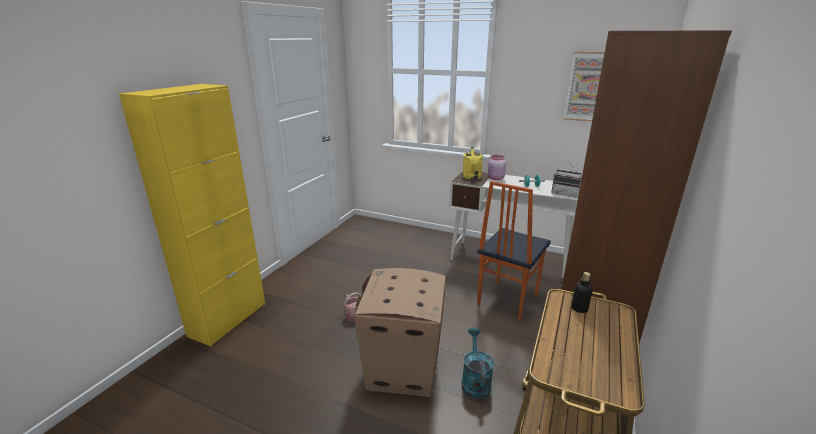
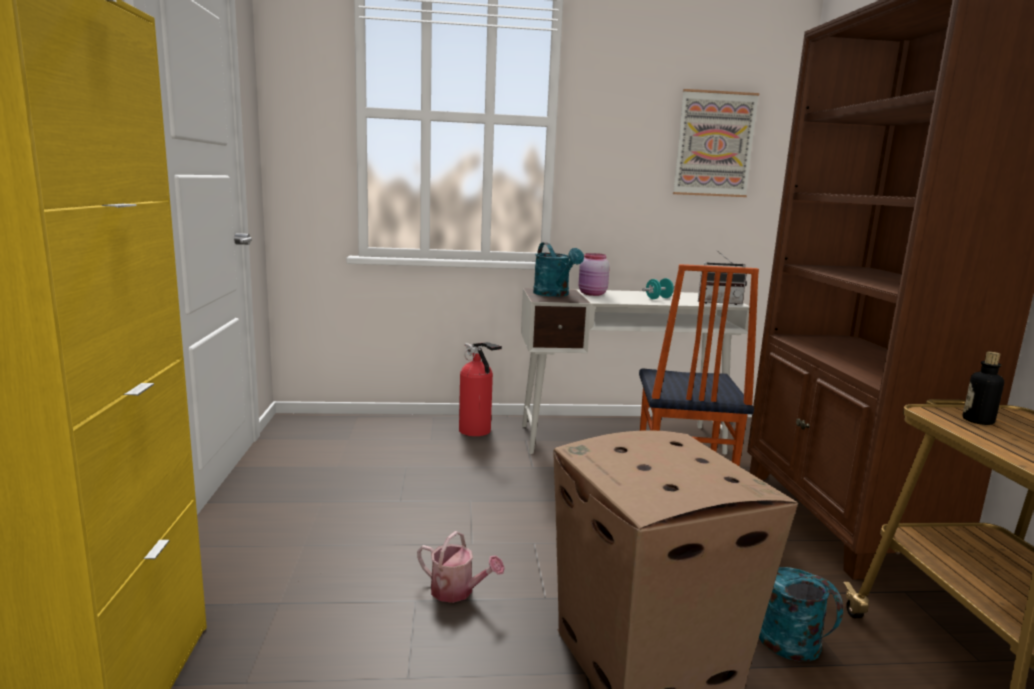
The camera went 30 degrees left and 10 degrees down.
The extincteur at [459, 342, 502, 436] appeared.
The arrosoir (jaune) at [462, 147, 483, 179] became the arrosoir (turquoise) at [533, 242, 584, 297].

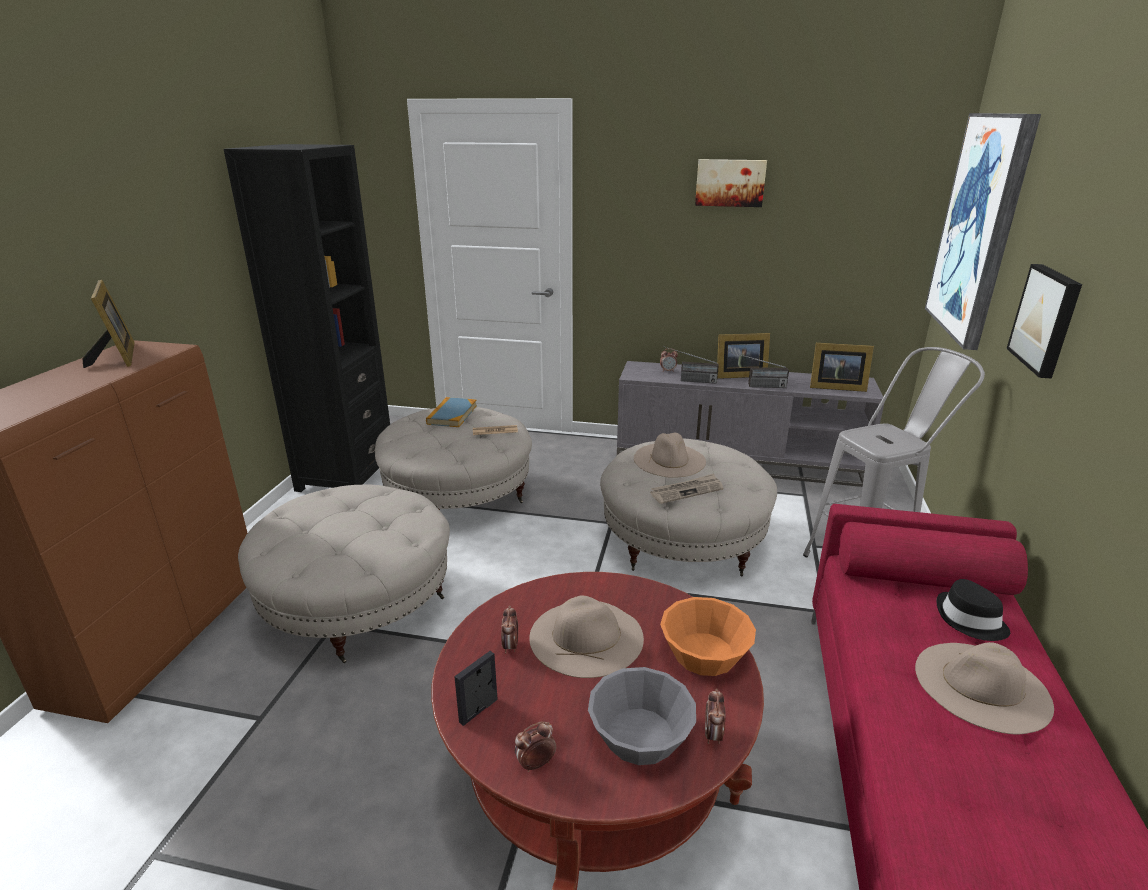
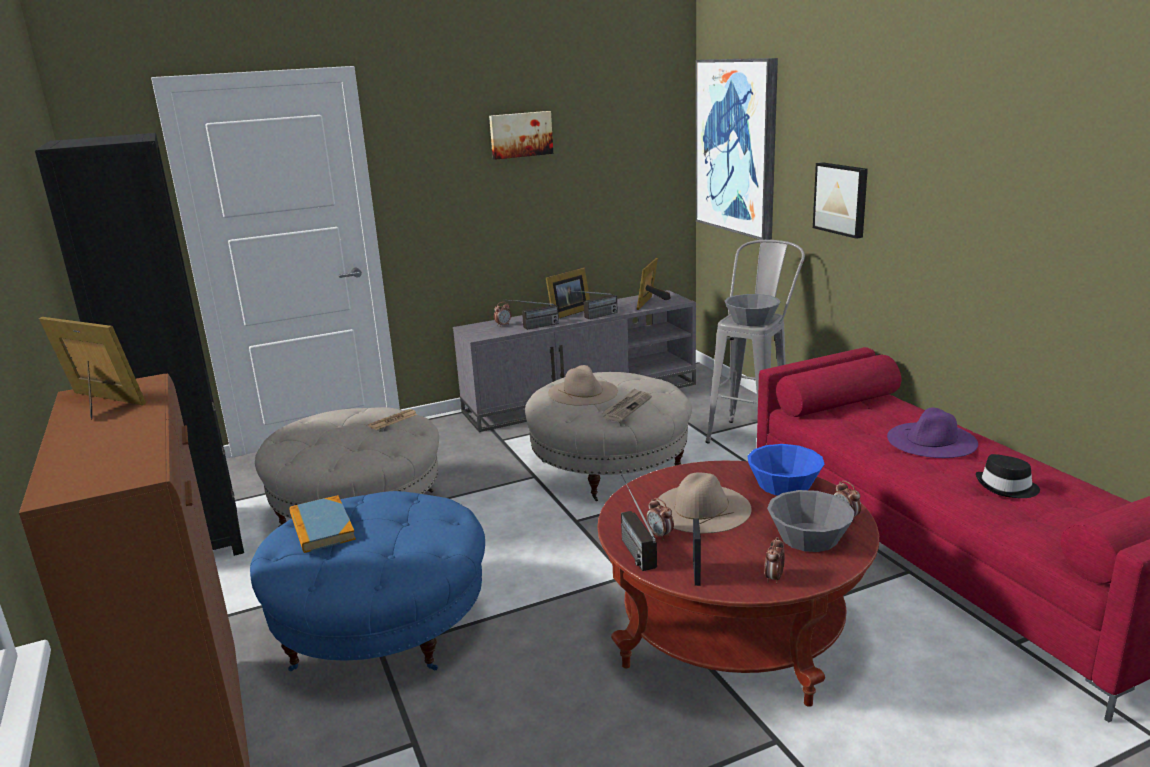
The camera went 35 degrees left and 5 degrees down.
The radio at [621, 475, 657, 571] appeared.
The bol (gris) at [725, 294, 781, 326] appeared.
The livre moved from [426, 397, 477, 427] to [290, 495, 356, 553].
The chapeau (noir) moved from [936, 579, 1010, 641] to [976, 454, 1040, 498].
The pouf (beige) at [238, 484, 450, 663] became the pouf (bleu) at [250, 491, 485, 671].
The bol (orange) at [660, 597, 756, 676] became the bol (bleu) at [748, 444, 824, 496].
The chapeau (beige) at [915, 642, 1054, 734] became the chapeau (violet) at [887, 408, 978, 458].
The cadre photo at [810, 343, 874, 392] turned 135 degrees clockwise.

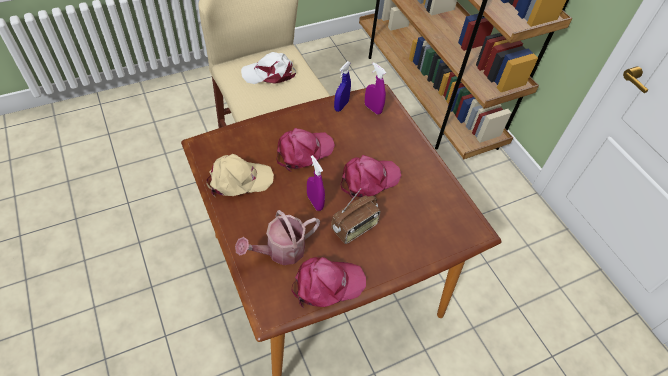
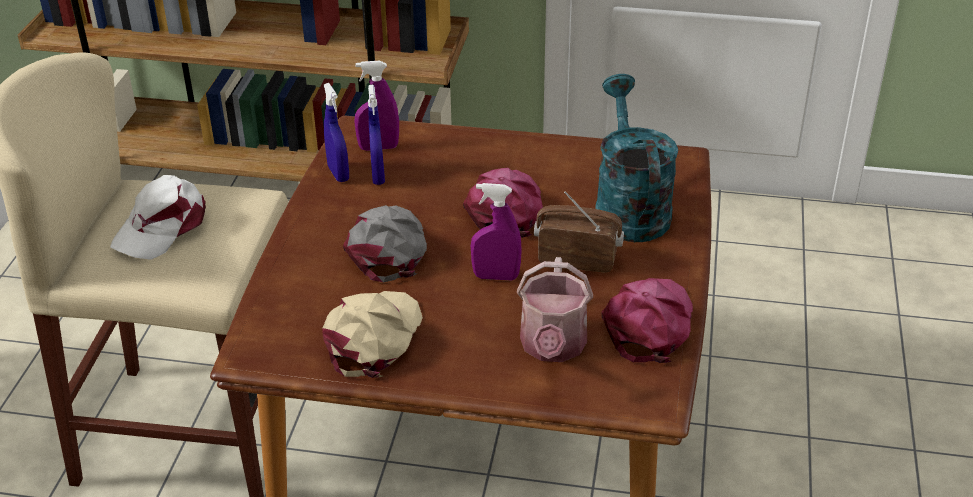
The camera went 50 degrees left and 15 degrees down.
The vaporisateur (bleu) at [368, 84, 385, 185] appeared.
The arrosoir (turquoise) at [595, 74, 678, 242] appeared.
The casquette (rose) at [276, 128, 335, 172] became the casquette (gris) at [343, 205, 427, 282].
The radio at [331, 188, 381, 244] turned 75 degrees counterclockwise.

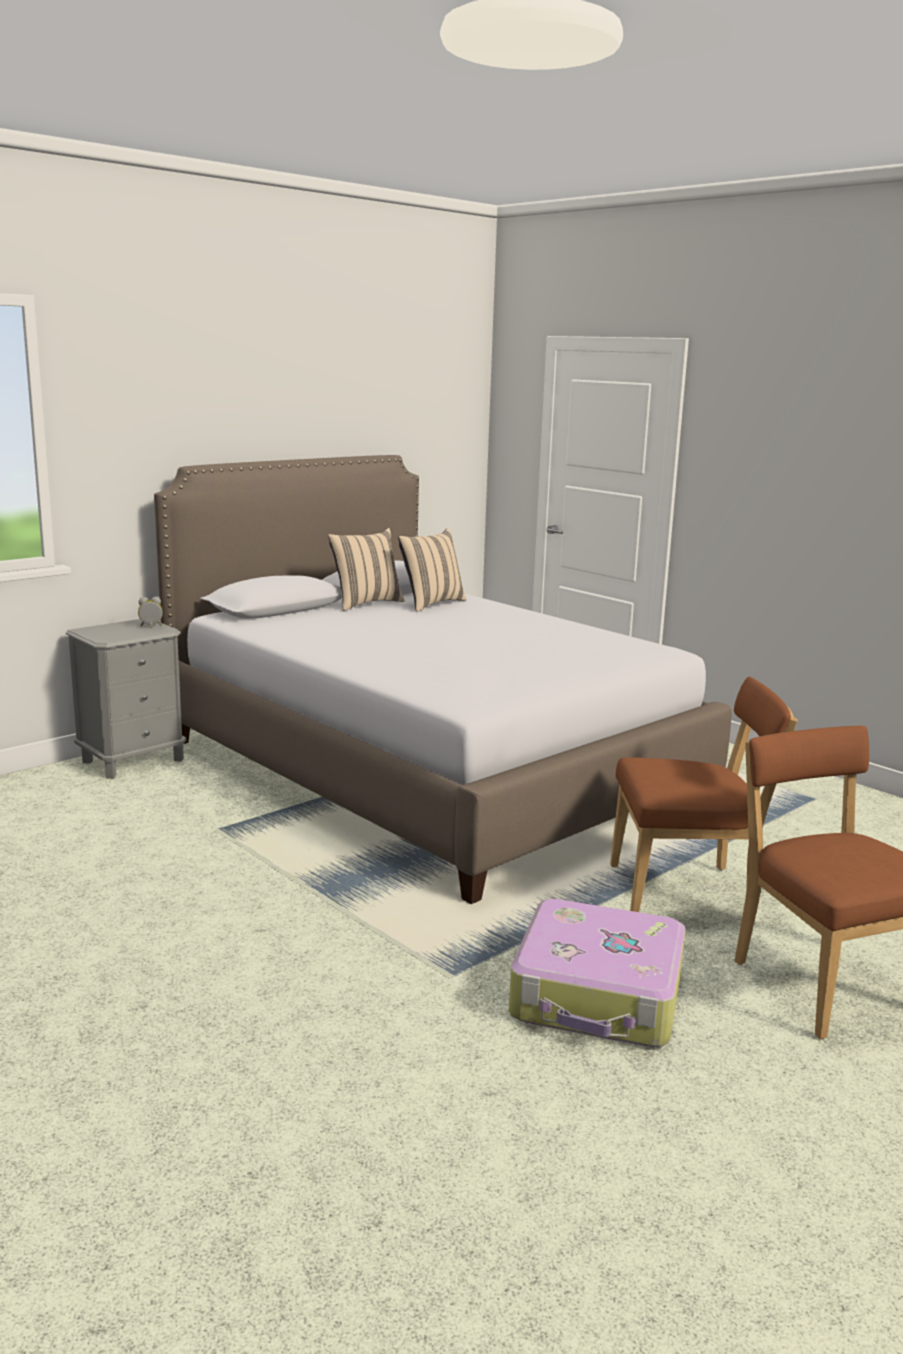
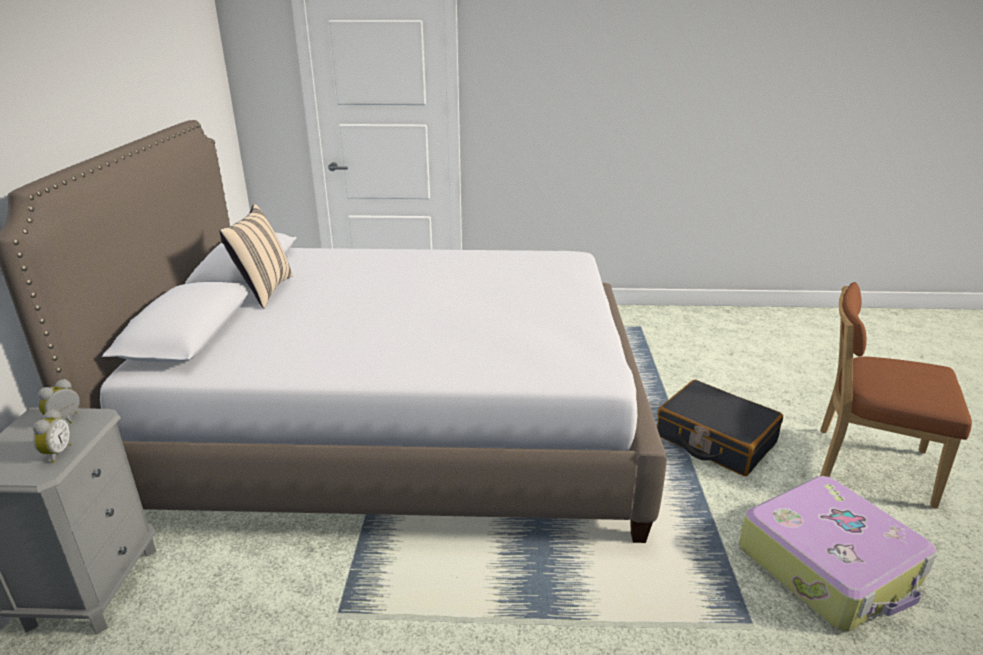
The camera went 45 degrees left and 10 degrees up.
The coussin (beige) at [398, 528, 466, 612] disappeared.
The réveil at [33, 409, 71, 463] appeared.
The chaise (marron) at [610, 677, 798, 912] was replaced by the valise (noir) at [657, 380, 783, 476].

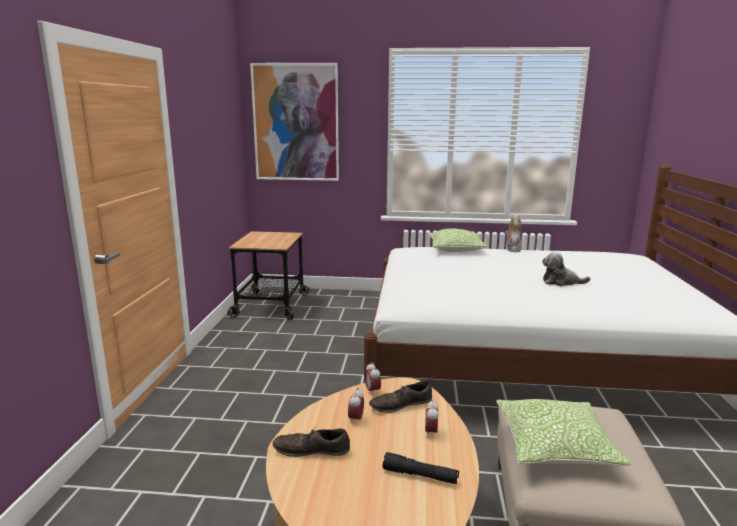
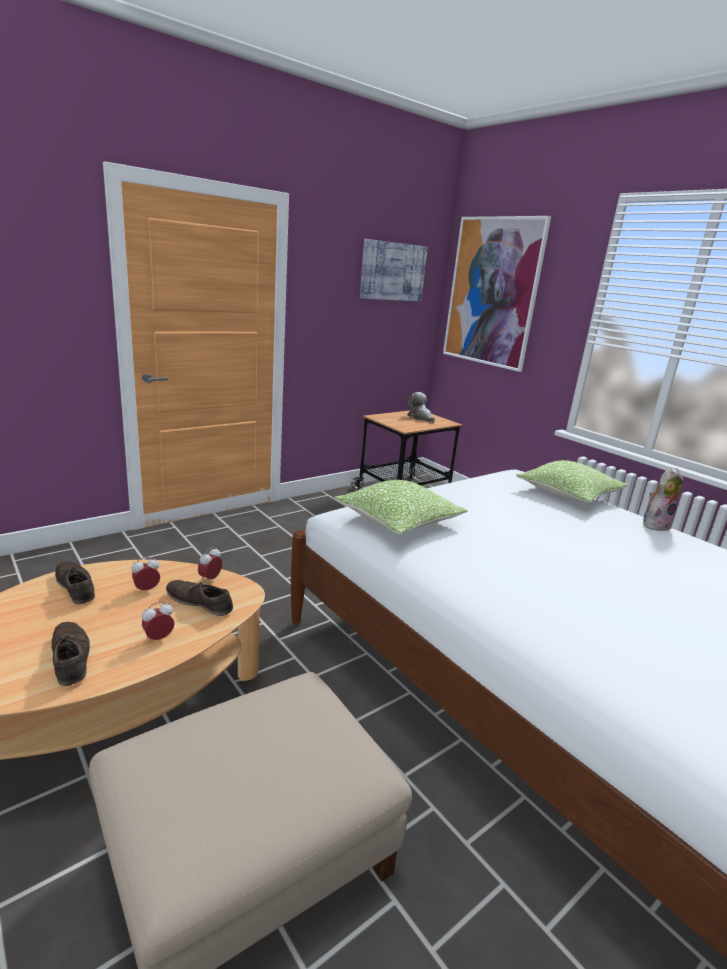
The camera went 45 degrees right and 5 degrees up.
The tableau at [360, 239, 428, 301] appeared.
The coussin moved from [496, 399, 631, 466] to [334, 480, 468, 534].
The peluche moved from [542, 252, 591, 286] to [407, 392, 435, 422].
The lampe de poche (noir) at [383, 452, 459, 484] was replaced by the chaussure (marron) at [52, 622, 90, 686].

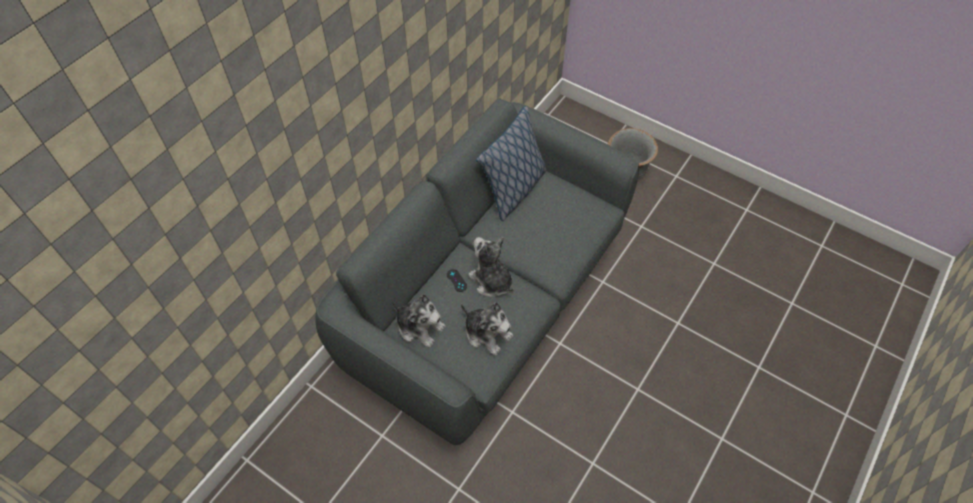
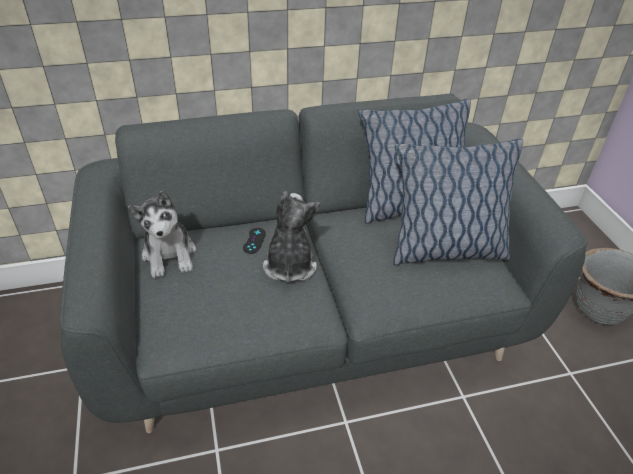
The camera went 40 degrees right and 15 degrees down.
The peluche at [461, 302, 513, 356] disappeared.
The coussin at [393, 139, 523, 265] appeared.

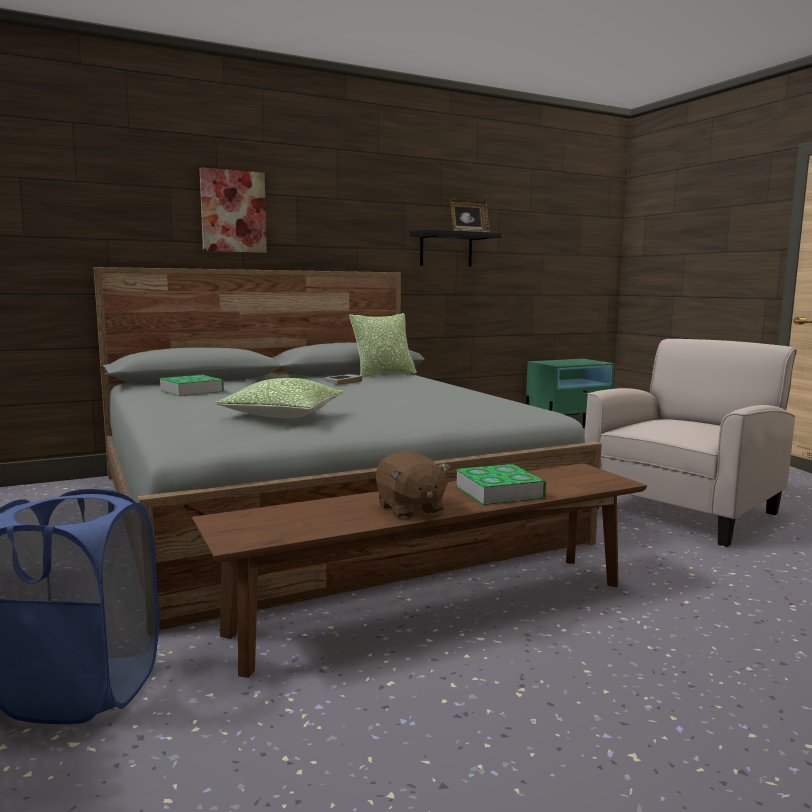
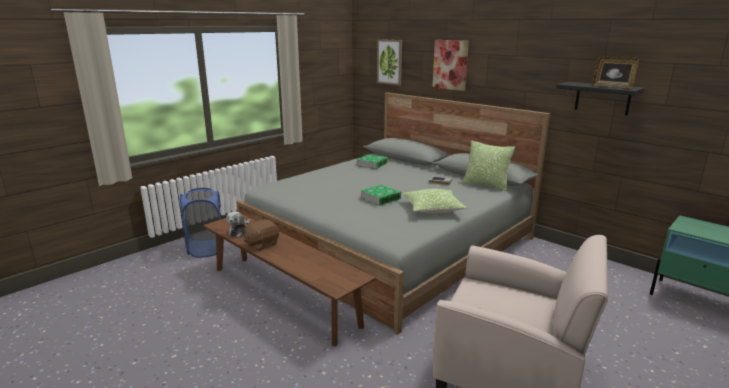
The camera went 70 degrees right and 10 degrees up.
The peluche at [226, 211, 251, 237] appeared.
The tableau at [377, 39, 402, 85] appeared.
The coussin moved from [215, 378, 344, 418] to [403, 189, 467, 213].
The livre moved from [455, 464, 546, 505] to [361, 185, 401, 206].

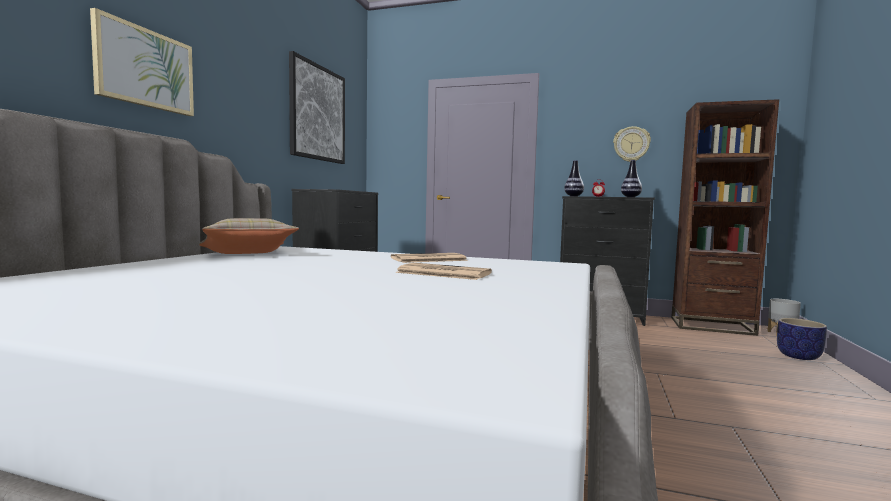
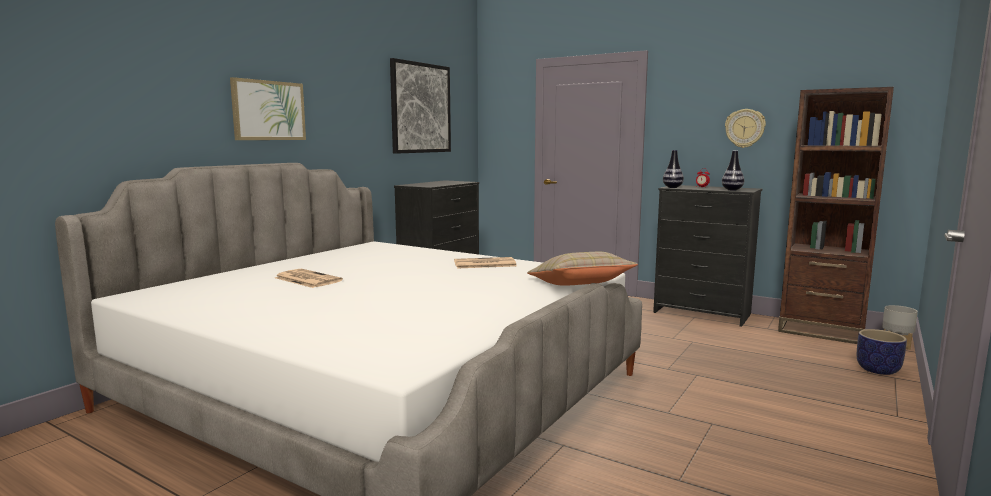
The camera went 15 degrees right and 5 degrees up.
The coussin (beige) moved from [199, 218, 299, 254] to [527, 252, 638, 286].
The journal moved from [395, 263, 492, 280] to [275, 269, 343, 288].

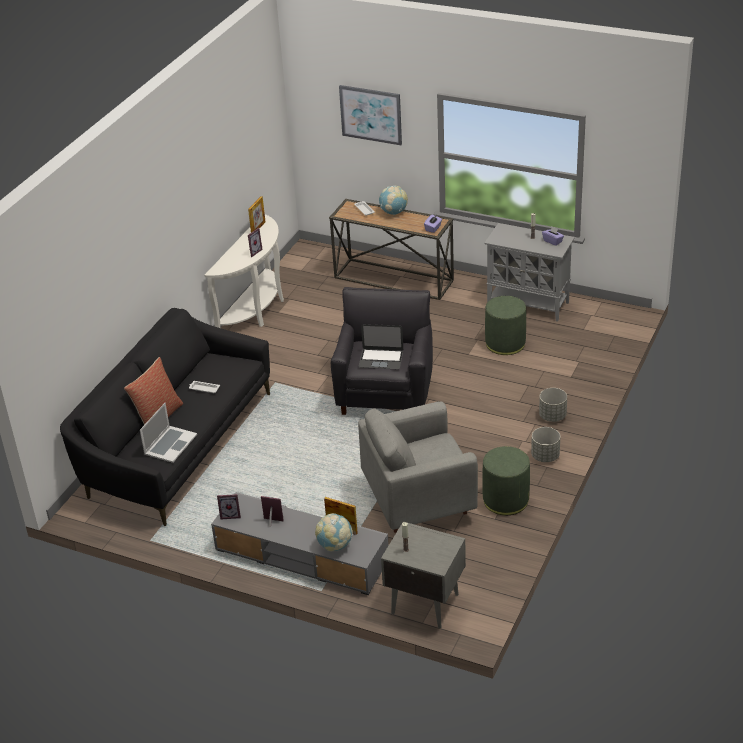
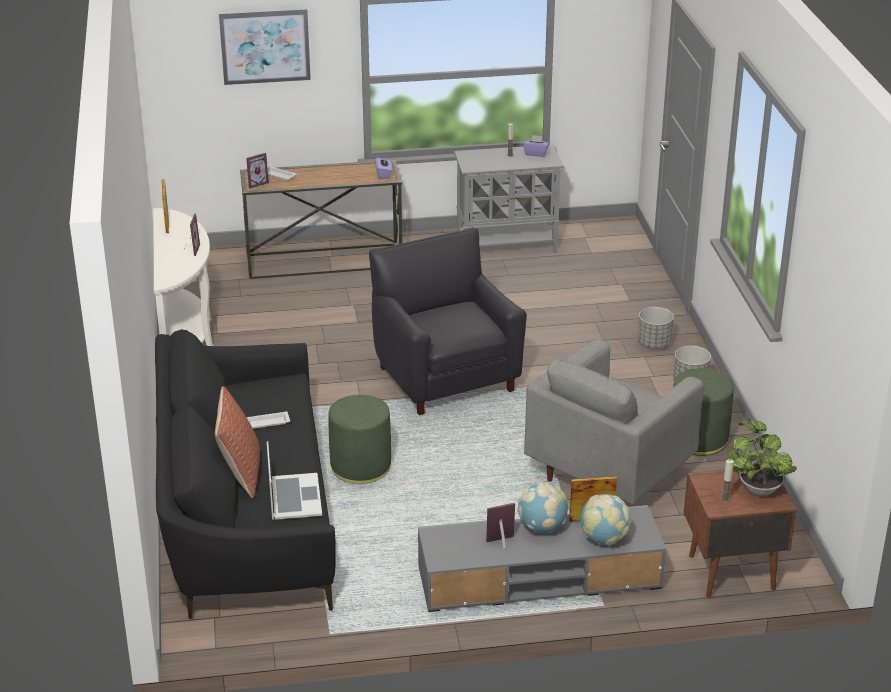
The camera went 35 degrees left and 5 degrees down.
The ordinateur portable at [359, 324, 403, 369] disappeared.
The plante en pot at [728, 418, 797, 496] appeared.
The cadre photo moved from [217, 494, 241, 520] to [246, 153, 269, 189].
The globe moved from [379, 186, 408, 215] to [517, 482, 568, 533].
The pouf (vert) moved from [485, 296, 526, 355] to [329, 395, 391, 484].
The table de chevet (gris) at [381, 523, 466, 628] became the table de chevet (marron) at [684, 470, 797, 597].

